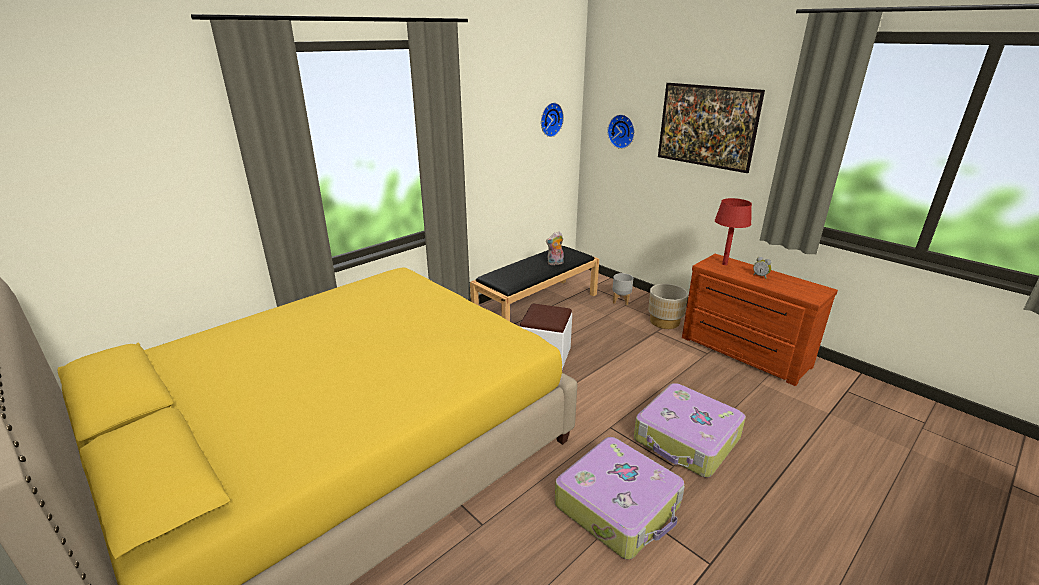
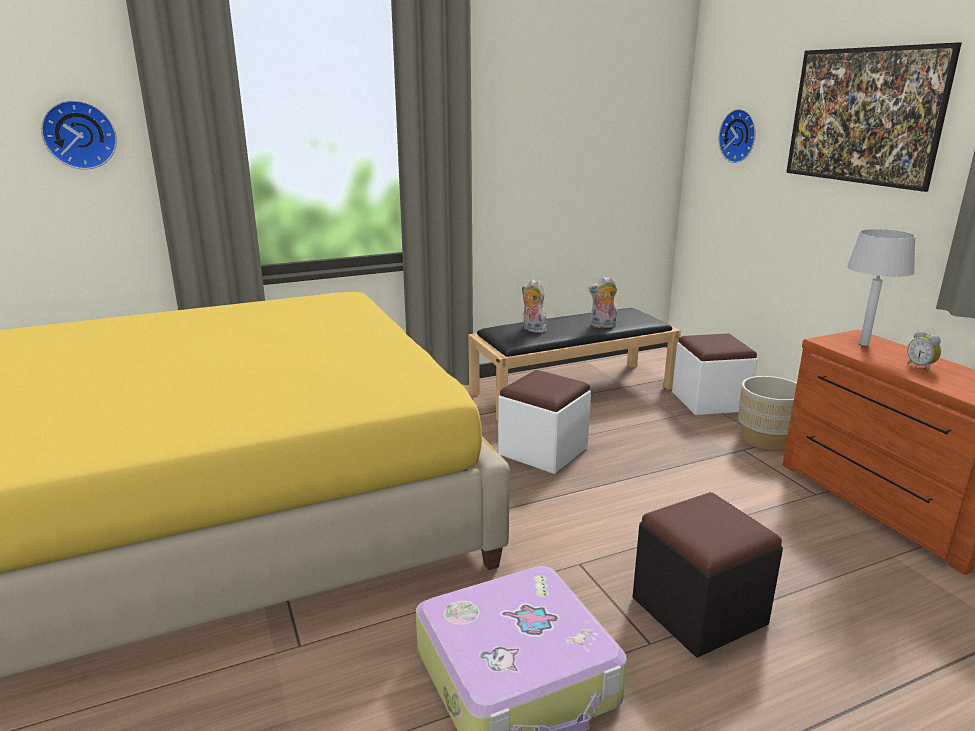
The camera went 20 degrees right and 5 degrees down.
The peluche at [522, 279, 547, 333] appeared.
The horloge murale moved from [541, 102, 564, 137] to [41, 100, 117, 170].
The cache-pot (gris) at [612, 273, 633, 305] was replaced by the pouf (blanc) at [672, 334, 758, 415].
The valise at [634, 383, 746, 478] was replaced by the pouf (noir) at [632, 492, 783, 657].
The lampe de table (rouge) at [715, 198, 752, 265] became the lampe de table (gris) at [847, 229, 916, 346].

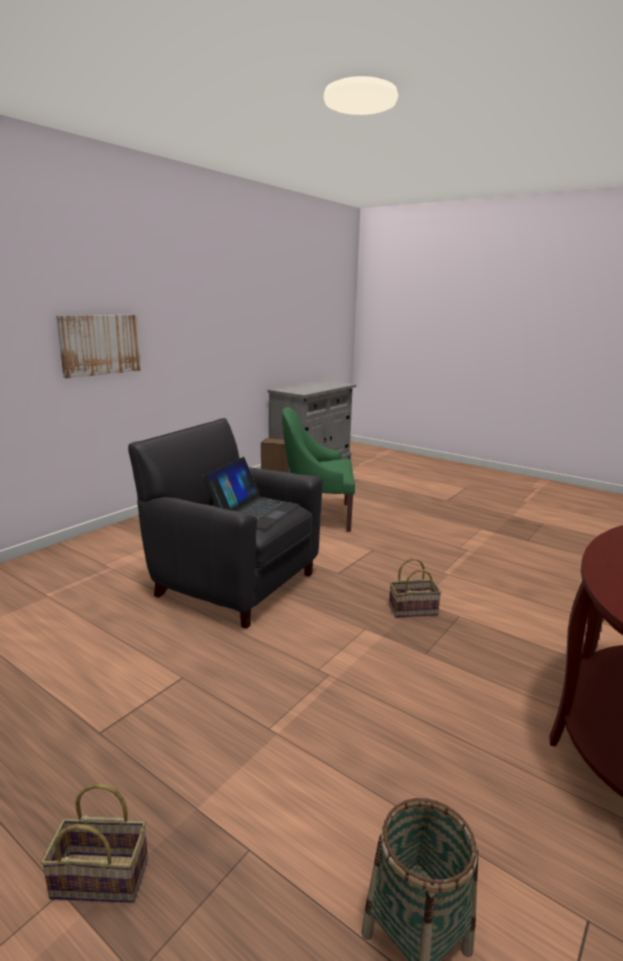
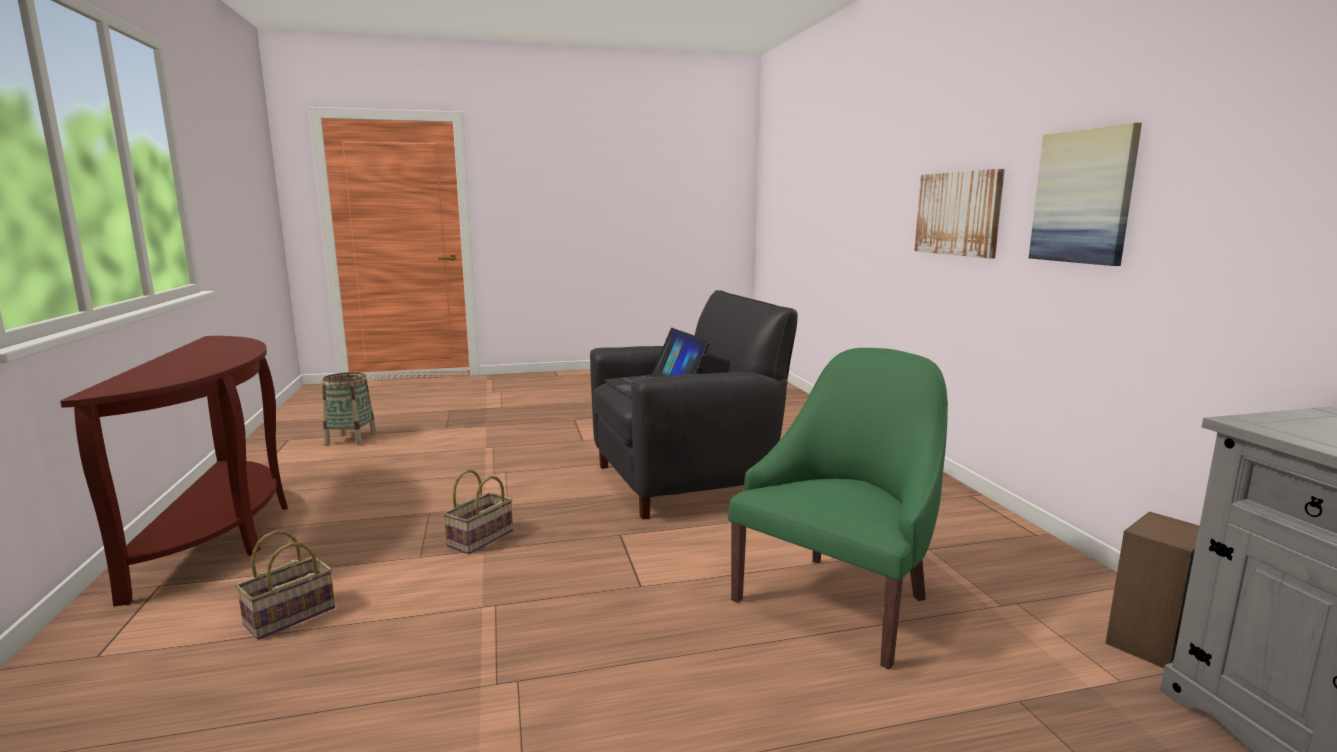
The camera went 130 degrees right and 5 degrees down.
The tableau at [1029, 122, 1142, 266] appeared.
The panier moved from [41, 783, 148, 903] to [235, 530, 335, 640].

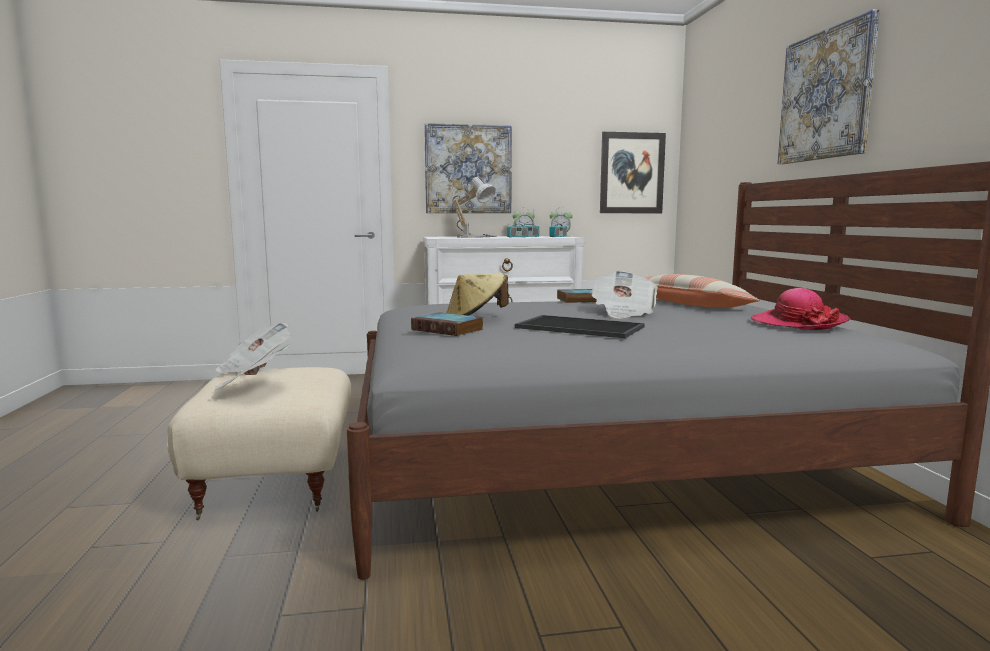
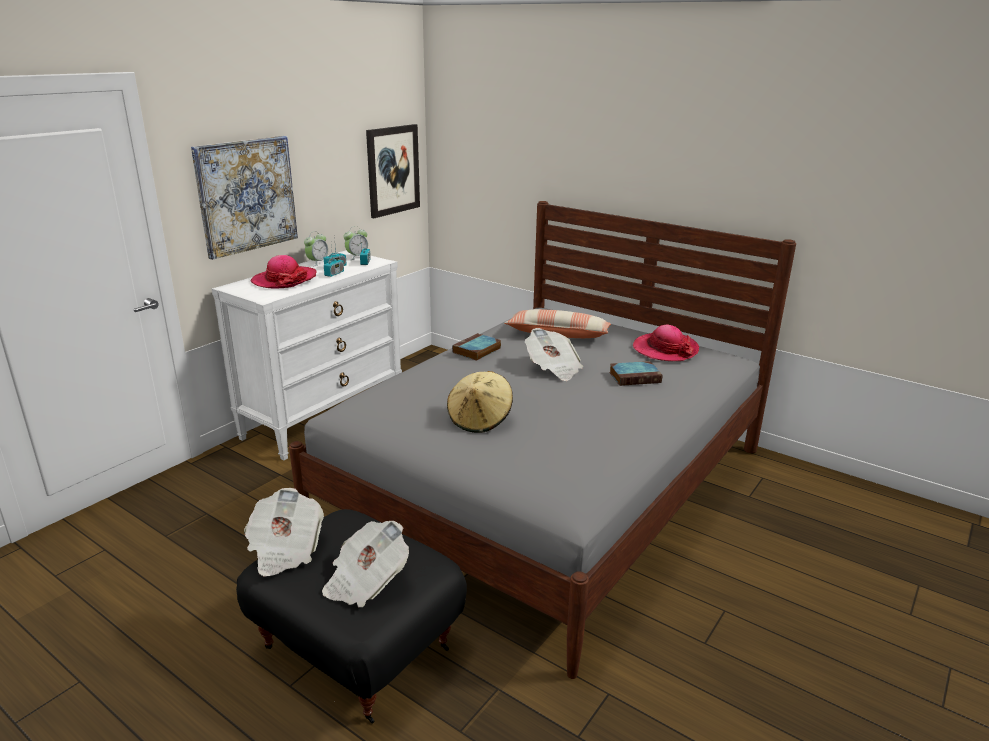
The camera went 45 degrees left and 15 degrees up.
The plateau at [515, 315, 645, 338] disappeared.
The tableau at [778, 9, 880, 164] disappeared.
The livre moved from [411, 312, 484, 336] to [609, 361, 663, 386].
The lampe de table at [452, 177, 497, 238] was replaced by the chapeau at [251, 255, 317, 289].
The pouf (beige) at [167, 367, 351, 520] became the pouf (noir) at [236, 509, 467, 724].

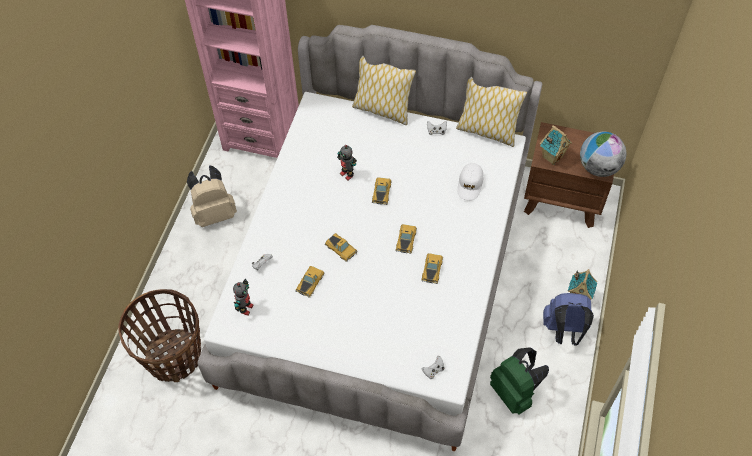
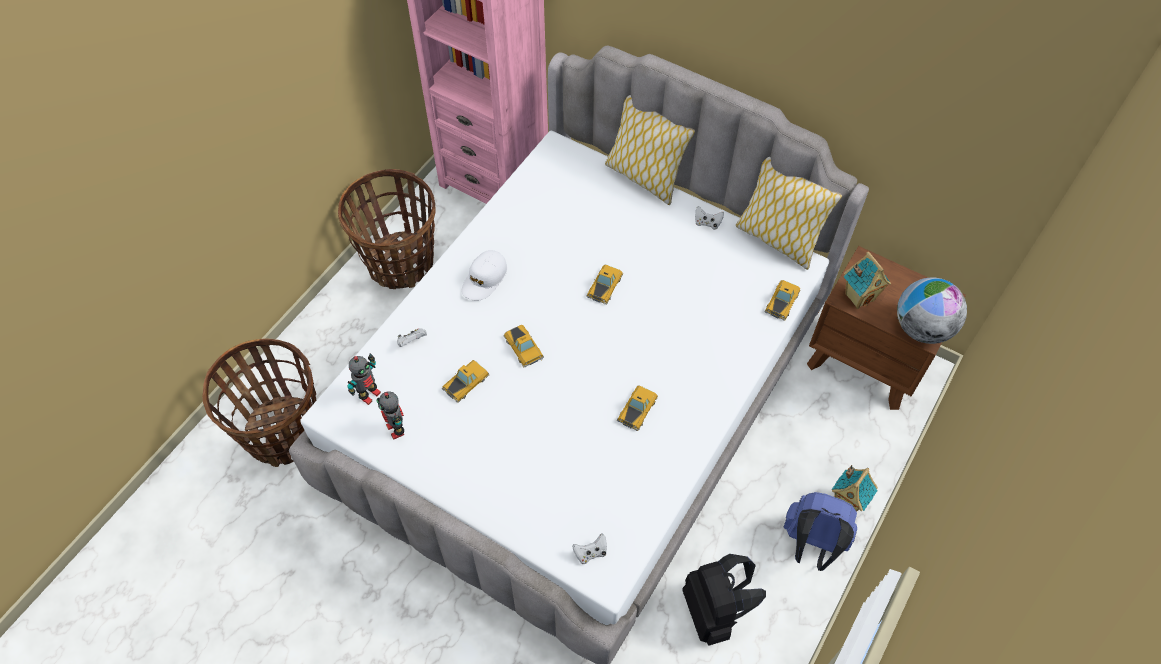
The camera went 15 degrees right and 0 degrees up.
The robot jouet moved from [337, 145, 357, 180] to [377, 391, 404, 440].
The petite voiture moved from [395, 224, 417, 254] to [764, 280, 801, 321].
The casquette (blanc) moved from [457, 163, 483, 201] to [461, 250, 507, 301].
The sac à dos (beige) at [187, 166, 237, 227] was replaced by the panier at [338, 169, 436, 289].
The sac à dos (vert) at [490, 347, 549, 415] became the sac à dos (noir) at [682, 554, 766, 646].

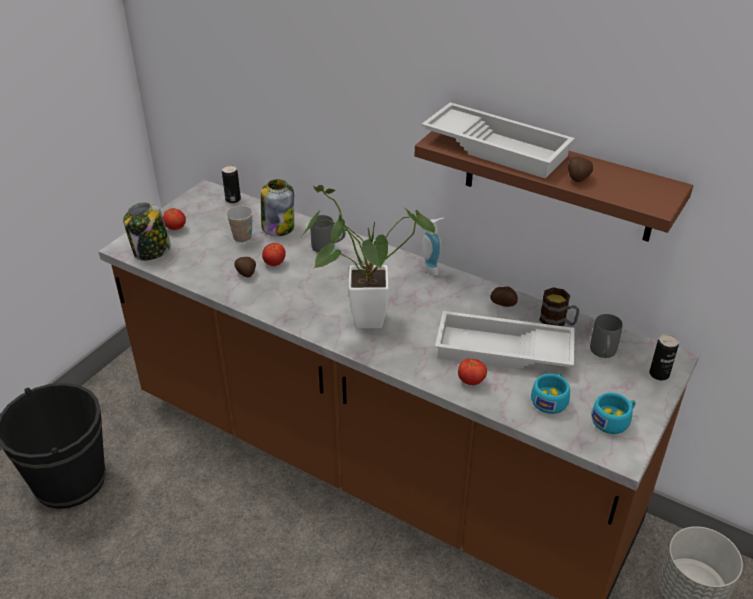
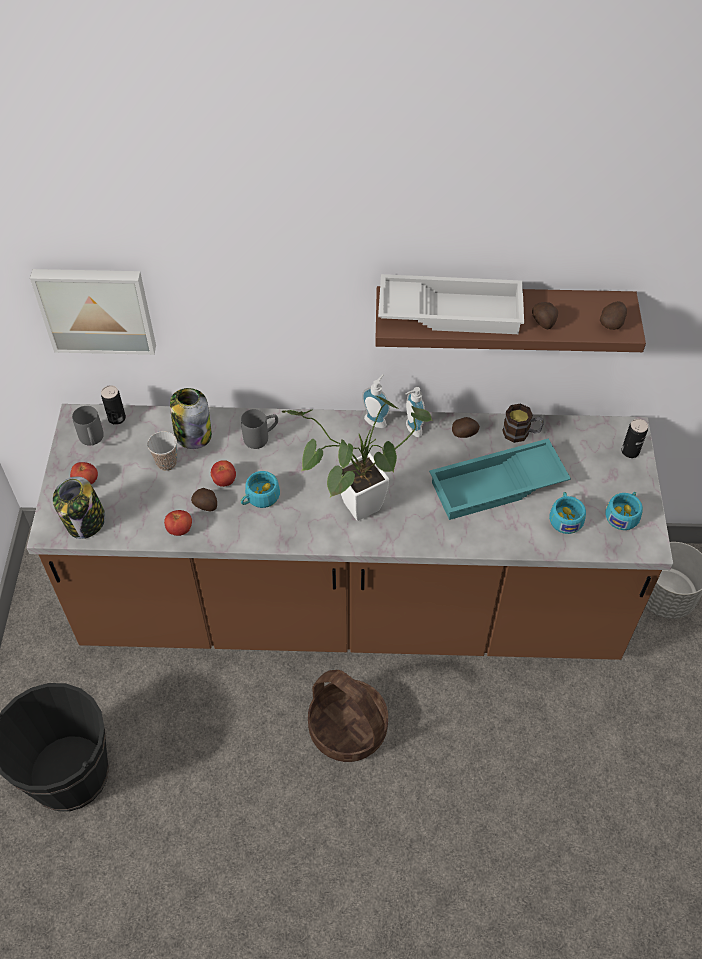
The camera went 30 degrees left and 15 degrees up.
The tableau at [30, 269, 156, 355] appeared.
The tasse (turquoise) at [241, 471, 280, 508] appeared.
The panier at [308, 670, 388, 762] appeared.
The distributeur de savon at [405, 387, 425, 437] appeared.
The pomme de terre at [600, 301, 627, 330] appeared.
The tomate moved from [458, 359, 487, 385] to [164, 510, 192, 536].
The mug (gris) moved from [590, 314, 623, 358] to [72, 406, 104, 446].
The plateau (blanc) at [435, 311, 575, 370] became the plateau (turquoise) at [429, 439, 571, 520].

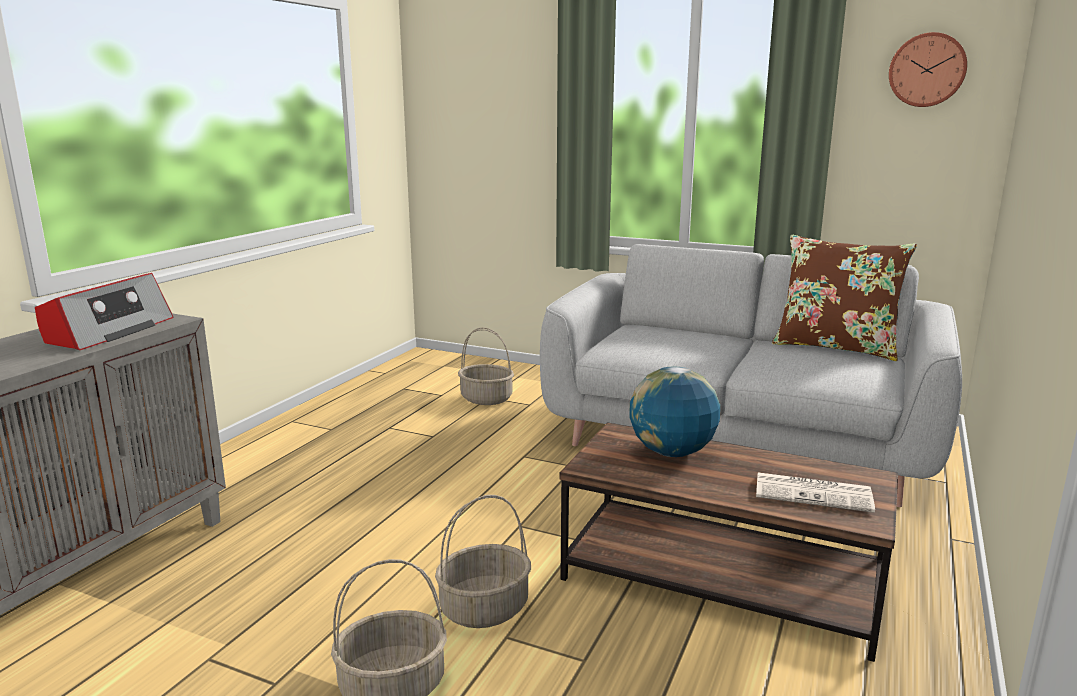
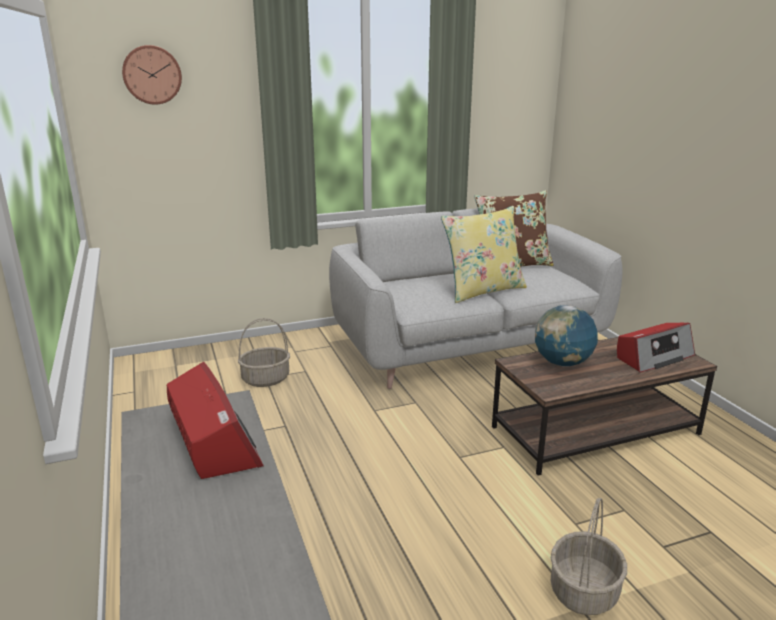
The camera went 45 degrees left and 5 degrees up.
The panier at [435, 495, 531, 628] disappeared.
The coussin (jaune) at [441, 206, 527, 303] appeared.
The horloge murale moved from [889, 32, 967, 107] to [122, 45, 182, 105].
The journal at [756, 473, 875, 513] was replaced by the radio at [617, 323, 695, 373].

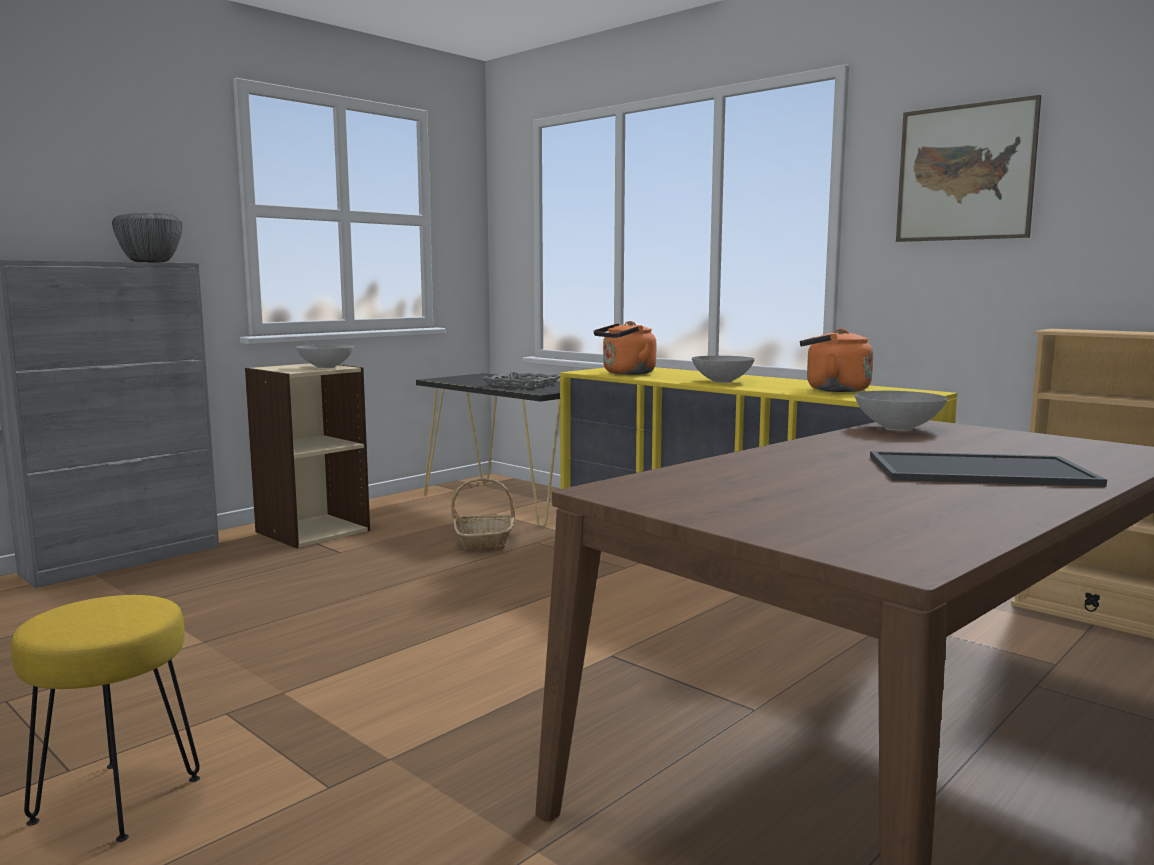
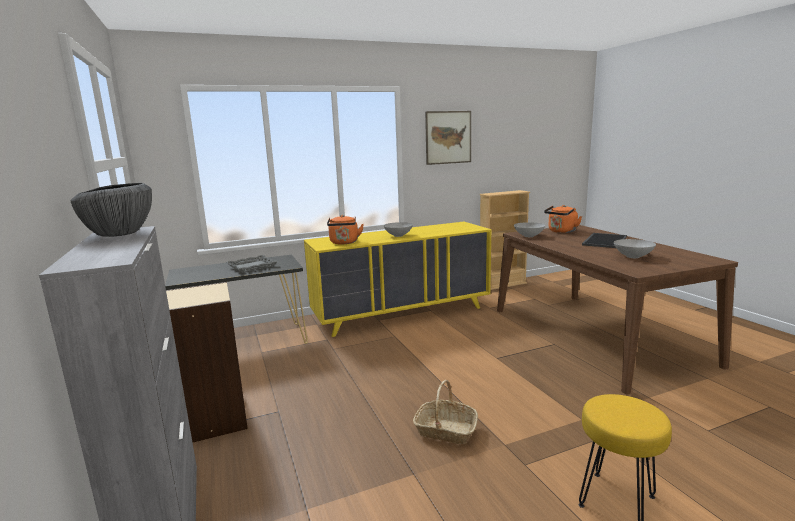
The camera went 65 degrees left and 5 degrees up.
The bol (gris) moved from [296, 344, 354, 368] to [614, 239, 656, 258].
The panier moved from [451, 478, 515, 551] to [413, 380, 478, 444].
The bouilloire (orange) moved from [800, 328, 873, 392] to [544, 205, 582, 233].

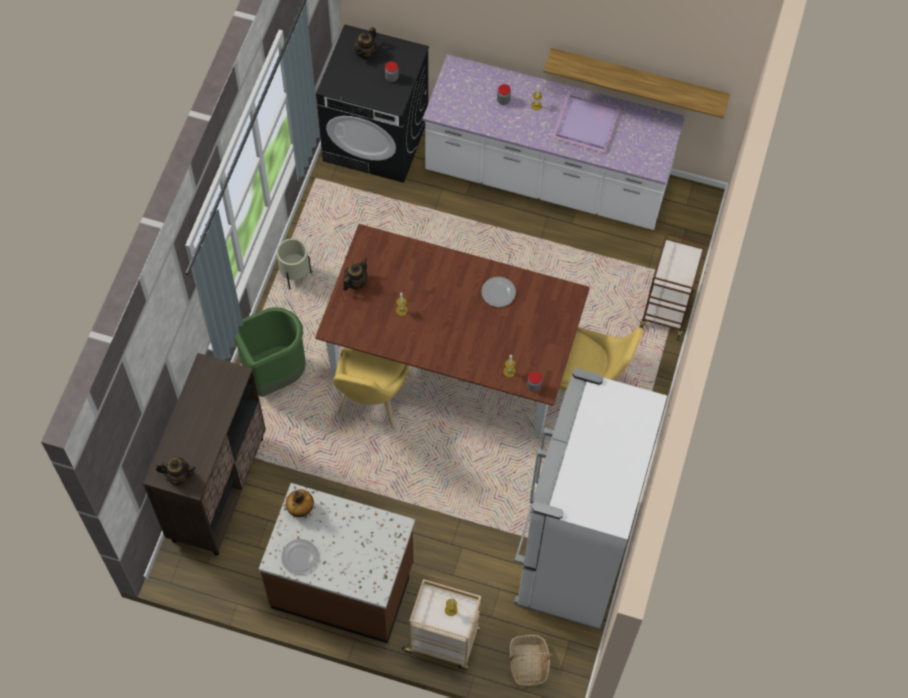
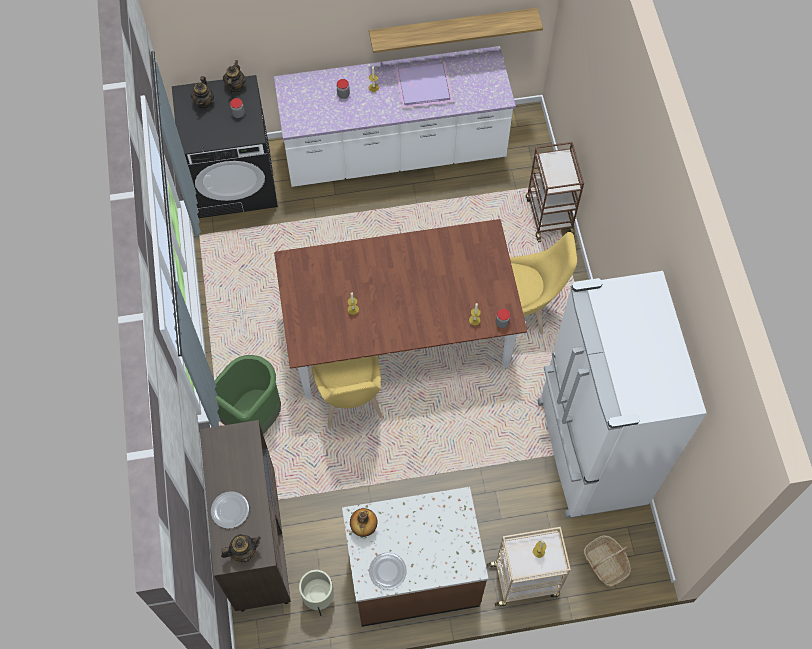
The camera went 25 degrees left and 0 degrees up.
The cache-pot (beige) moved from [277, 238, 311, 289] to [299, 570, 334, 616].
The théière moved from [343, 258, 368, 291] to [223, 60, 246, 94].
The assiette moved from [482, 277, 516, 307] to [211, 491, 249, 529].

